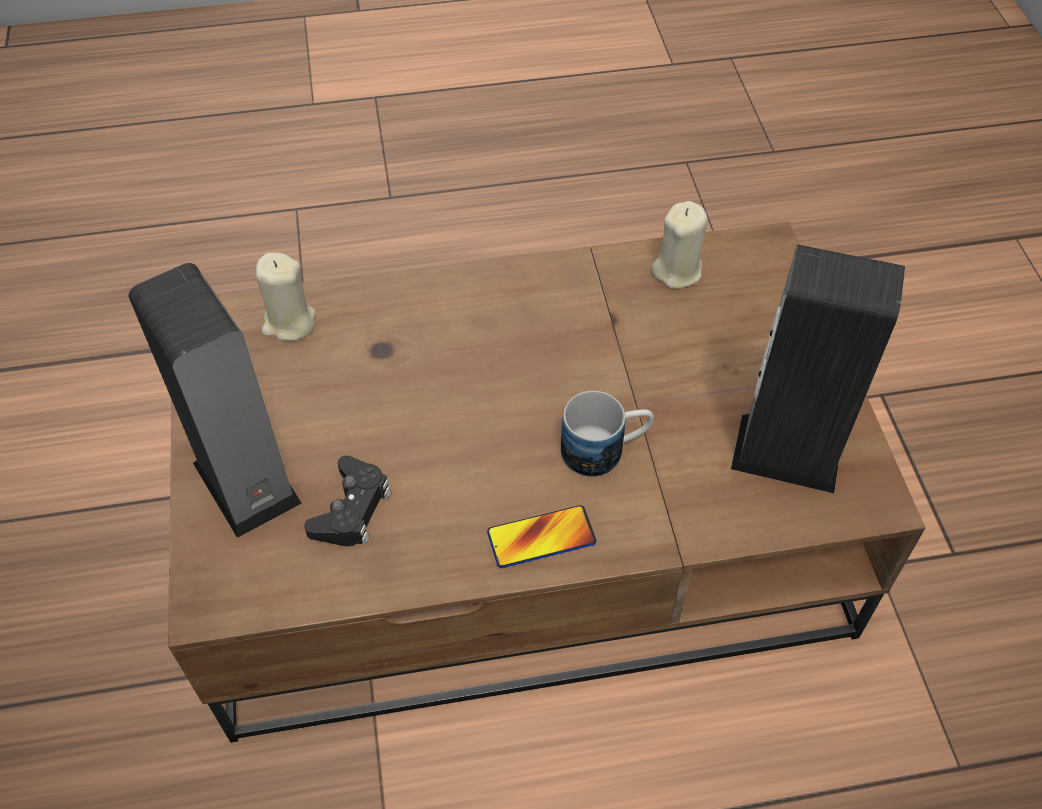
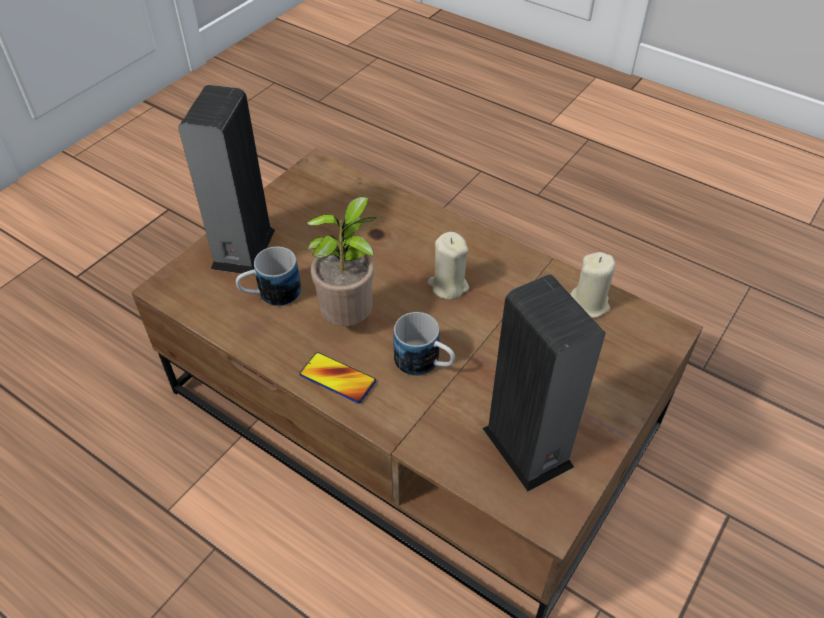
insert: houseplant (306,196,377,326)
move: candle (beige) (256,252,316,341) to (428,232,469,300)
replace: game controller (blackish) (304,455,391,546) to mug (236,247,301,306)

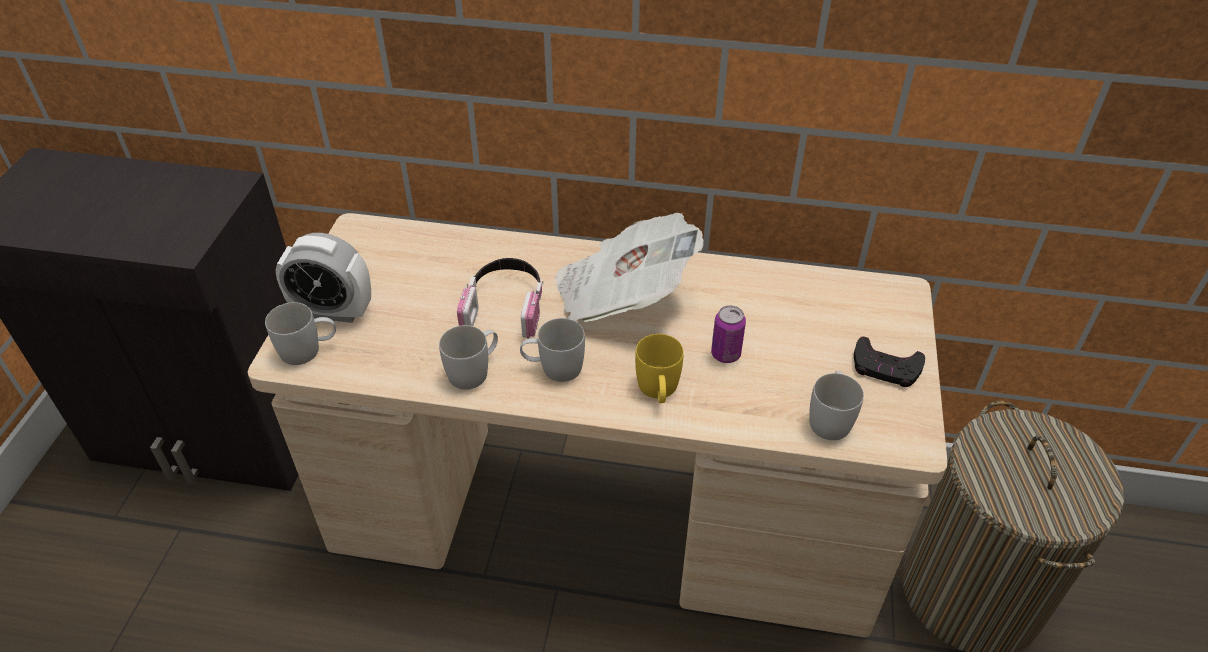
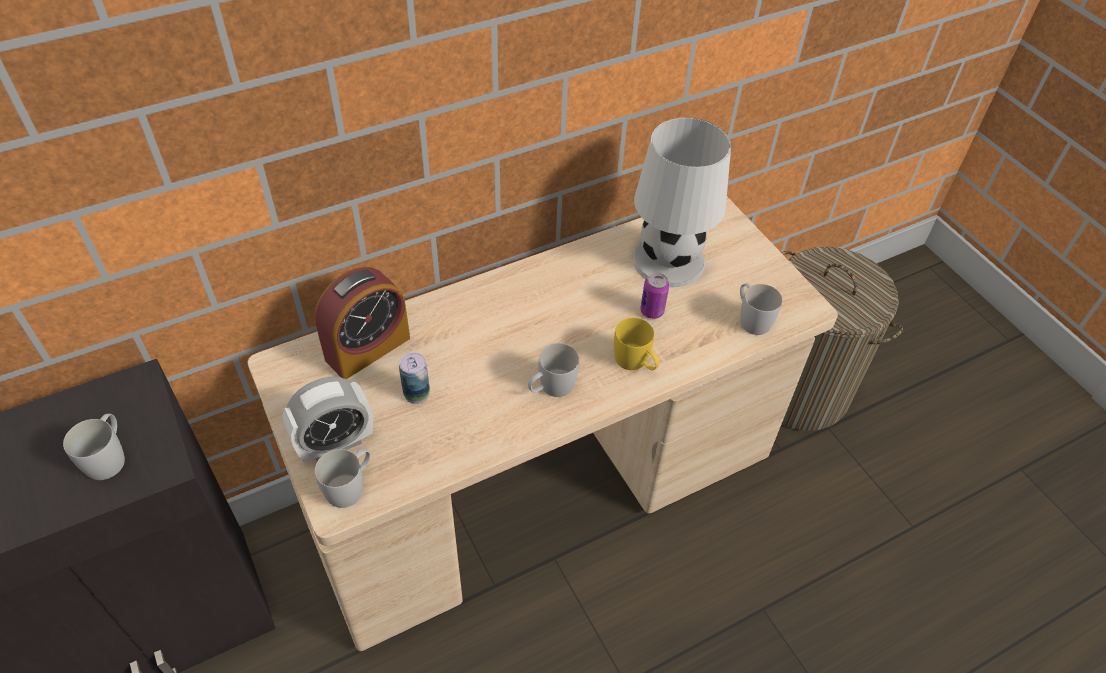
delete: pair of headphones (457,258,543,339); daily paper (555,213,704,322); game controller (blackish) (854,336,925,387)
insert: bedside clock (315,267,410,379); sealed can (399,352,430,404); table lamp (whitish) (633,117,731,287)
move: mug (whitish) (439,325,498,390) to (63,414,125,480)

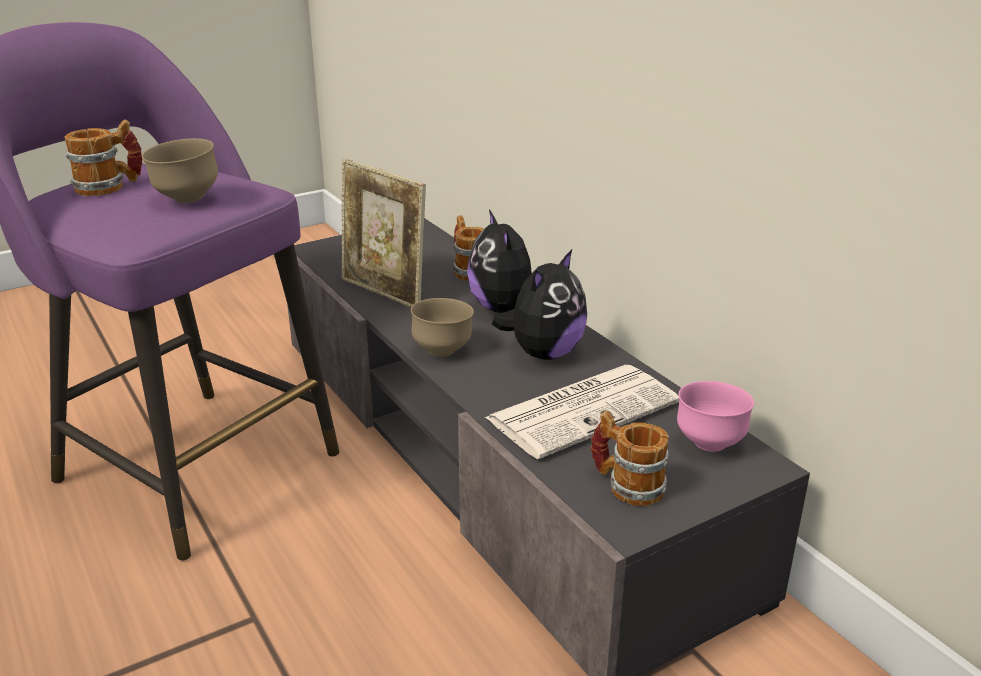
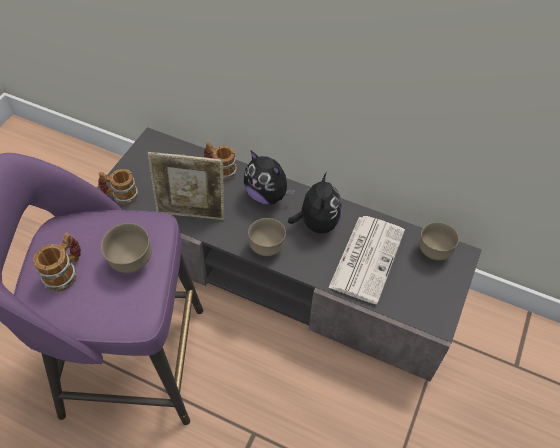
move: mug (591,411,669,506) to (98,169,139,205)
recolor: bowl (pink-coloured) (677,381,754,452) to bowl (brownish) (419,222,459,260)

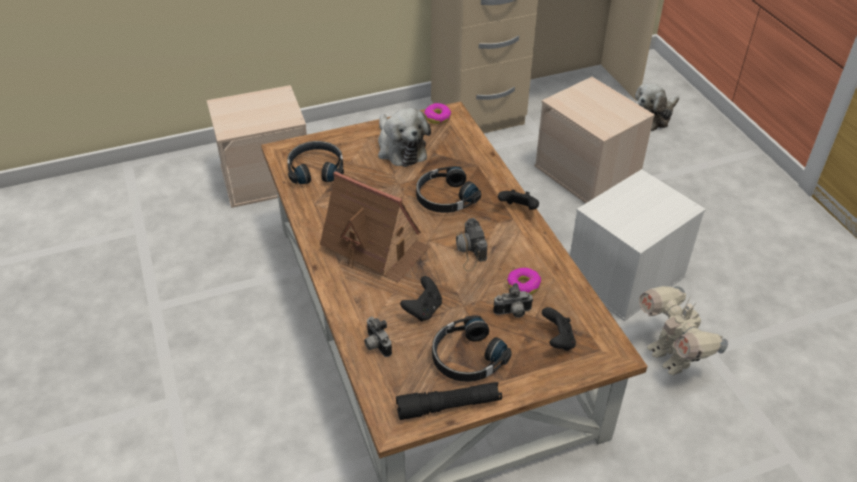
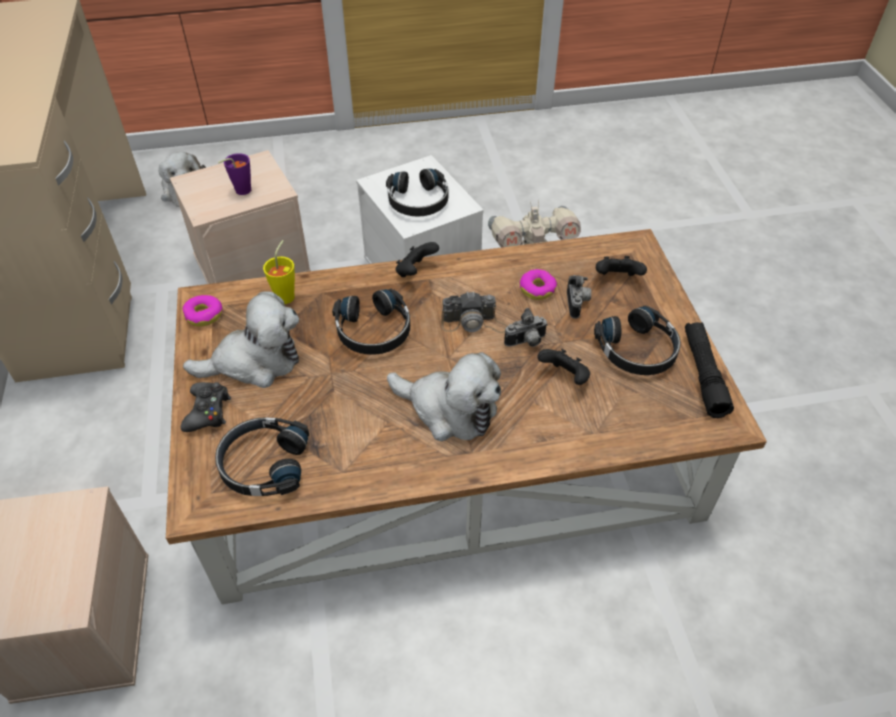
insert: game controller (blackish) (180,382,231,432); cup (purple) (218,153,251,195); cup (yellow) (263,240,295,304); pair of headphones (blackish) (386,169,448,216)
move: still camera (364,317,392,357) to (504,308,548,347)
replace: miniature house (320,171,430,282) to soft toy (387,352,501,441)

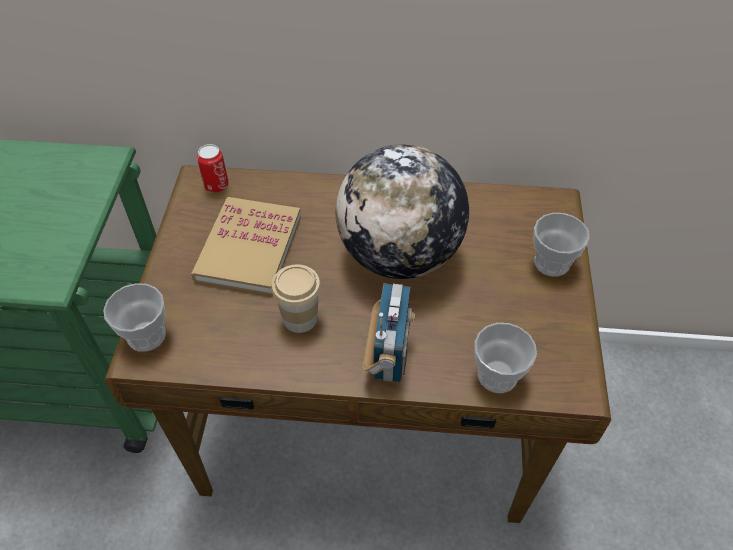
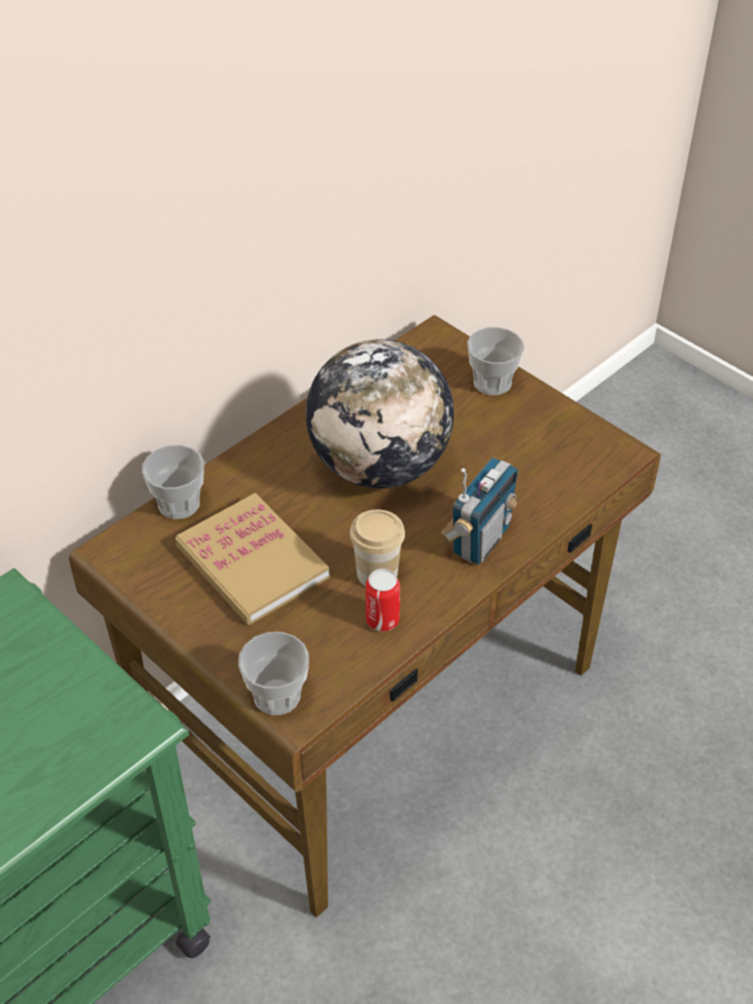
move: sealed can (197,144,229,193) to (366,569,400,632); cup (474,323,537,393) to (142,445,204,519)
rotate: radio set (363,283,415,382) = (442,457,518,565) 75 degrees clockwise

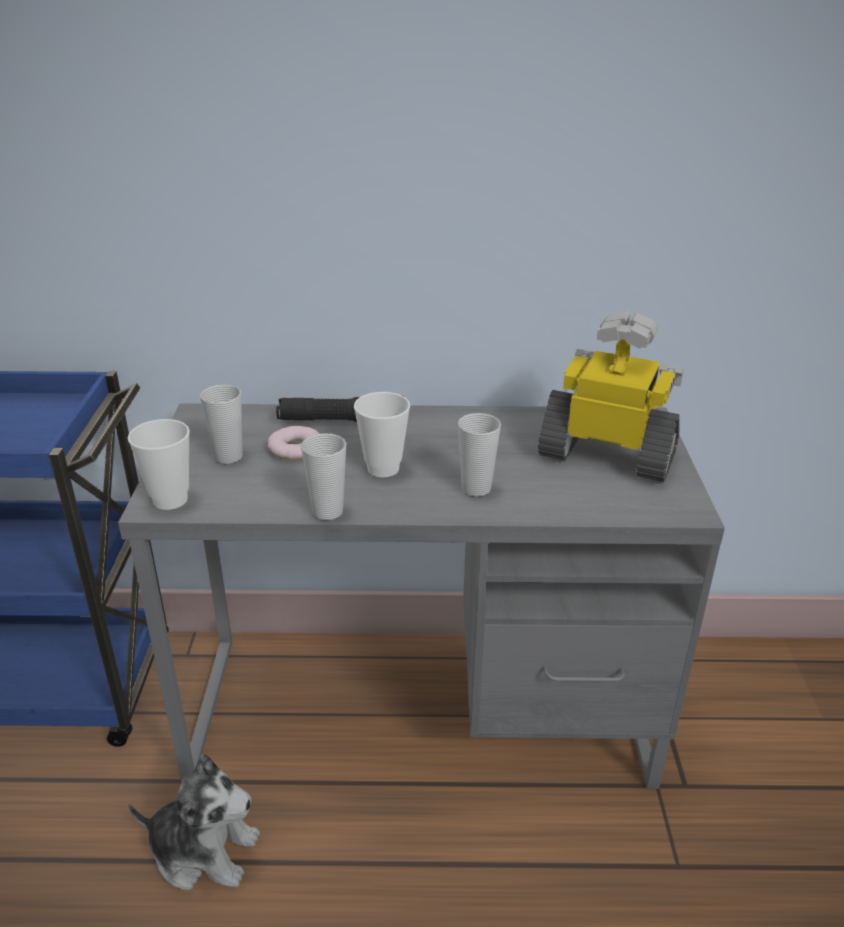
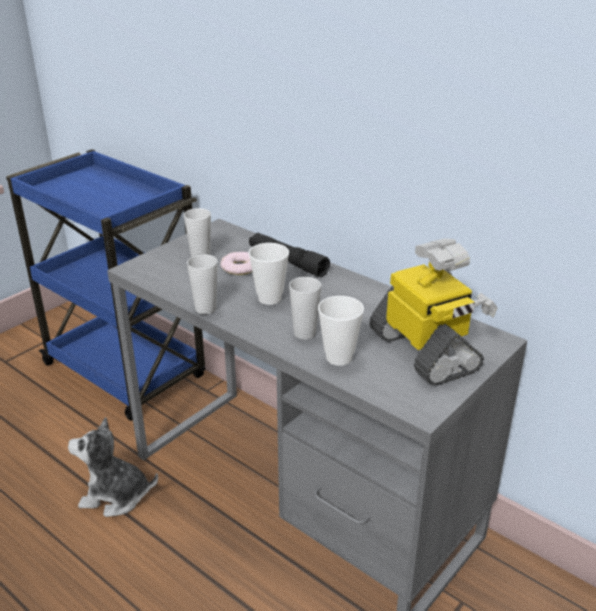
move: cup (128,419,190,510) to (318,296,364,366)
rotate: soft toy (128,754,260,891) = (68,417,158,517) 135 degrees clockwise

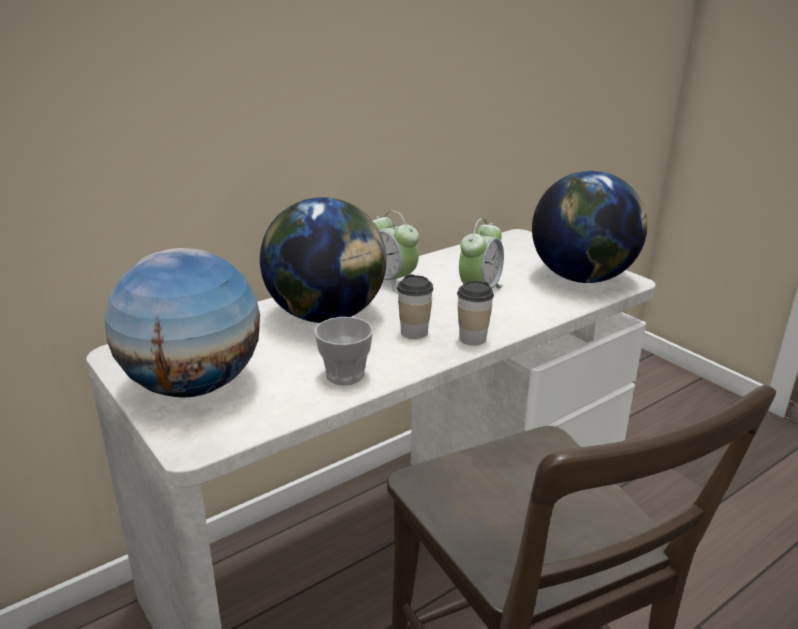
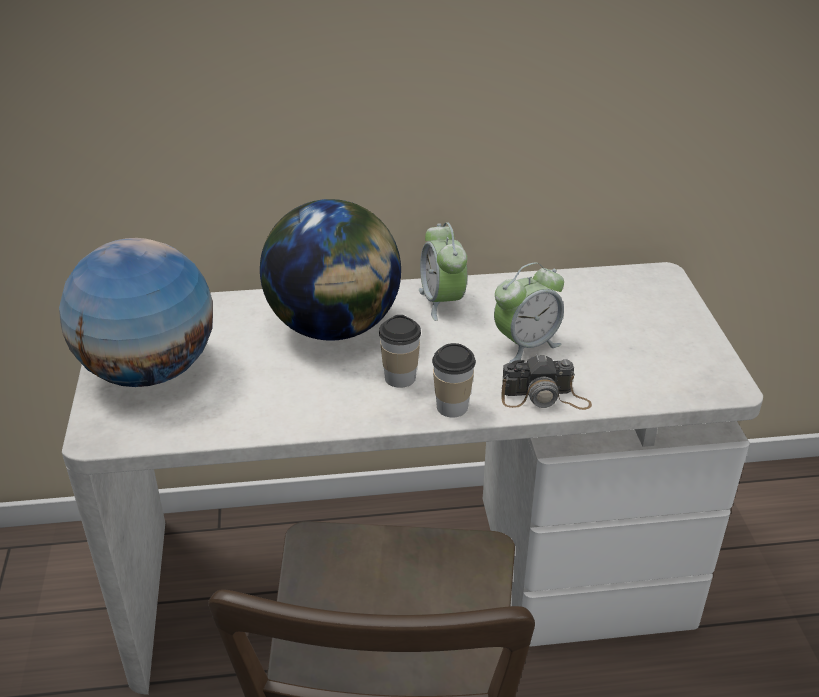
delete: cup (314,317,373,385); world globe (532,171,647,283)
insert: still camera (501,354,592,410)

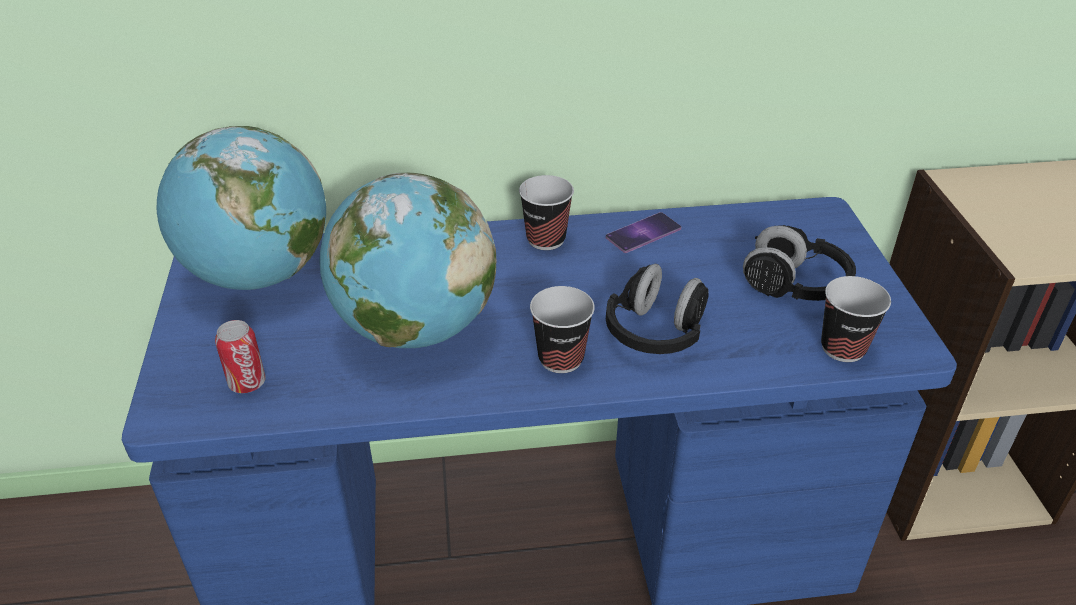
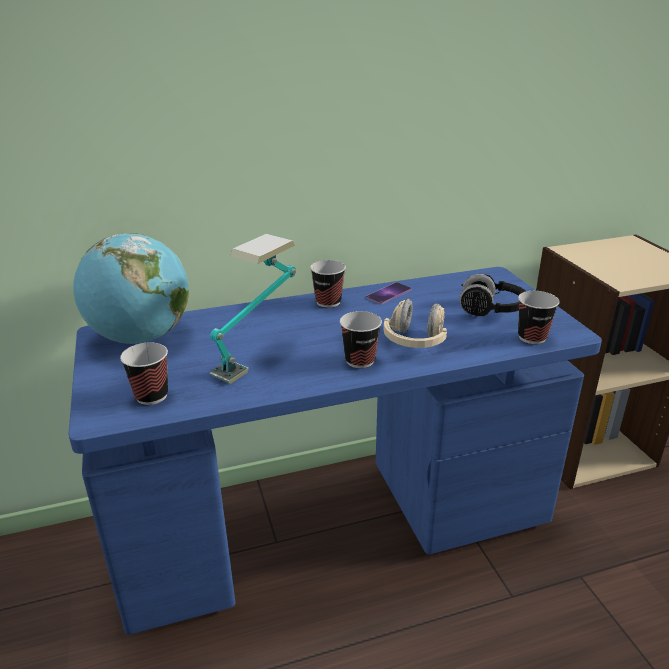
replace: sealed can (215,320,266,393) to cup (120,342,168,405); world globe (320,173,496,348) to table lamp (210,234,296,384)
recolor: pair of headphones (blackish) (606,264,709,354) to pair of headphones (beige) (383,299,447,348)

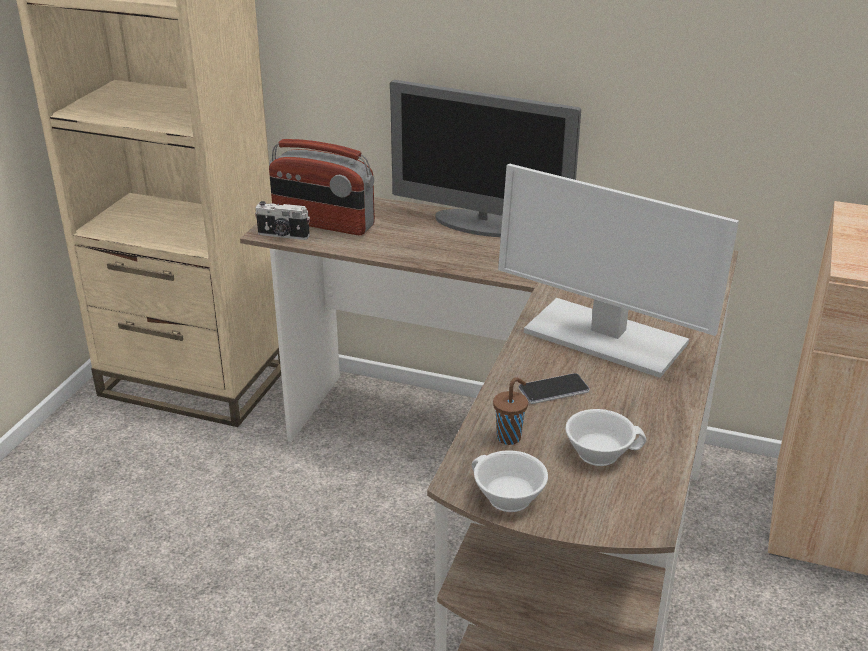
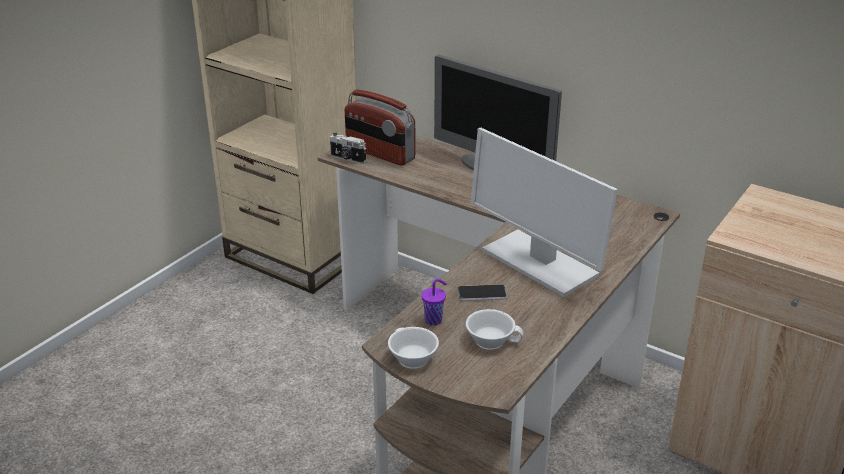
recolor: cup (brownish) (493,377,528,445) to cup (purple) (421,279,447,326)

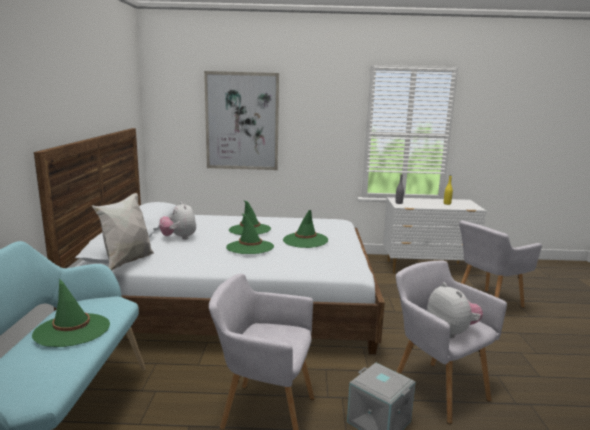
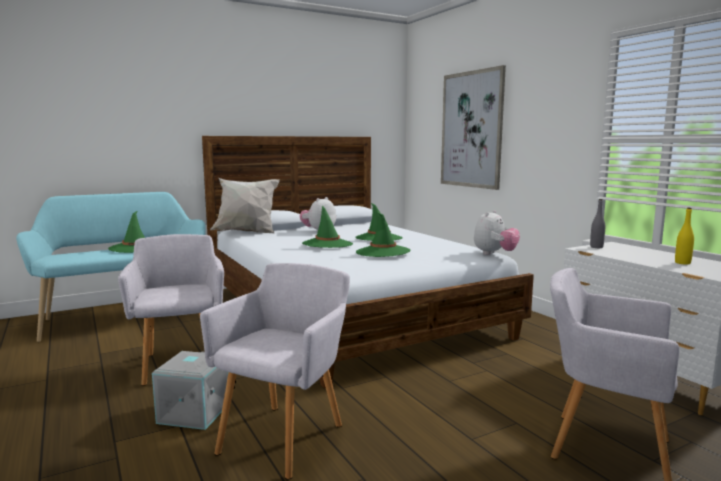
move: soft toy (427,282,483,338) to (474,210,520,255)

